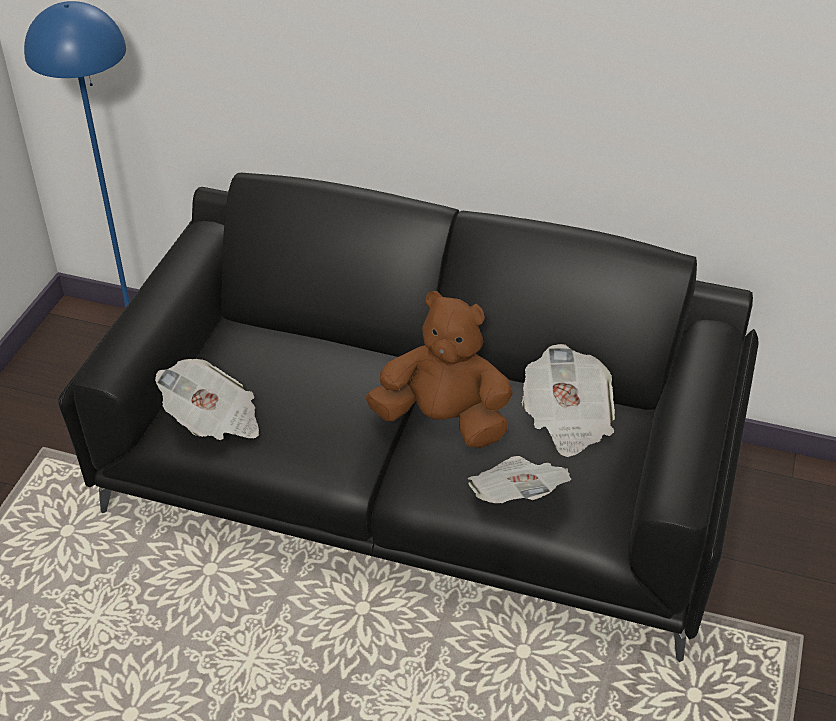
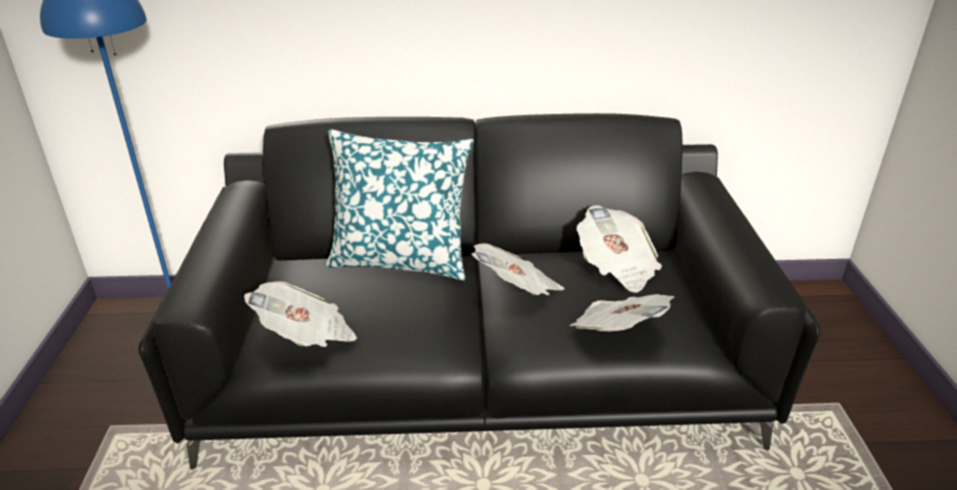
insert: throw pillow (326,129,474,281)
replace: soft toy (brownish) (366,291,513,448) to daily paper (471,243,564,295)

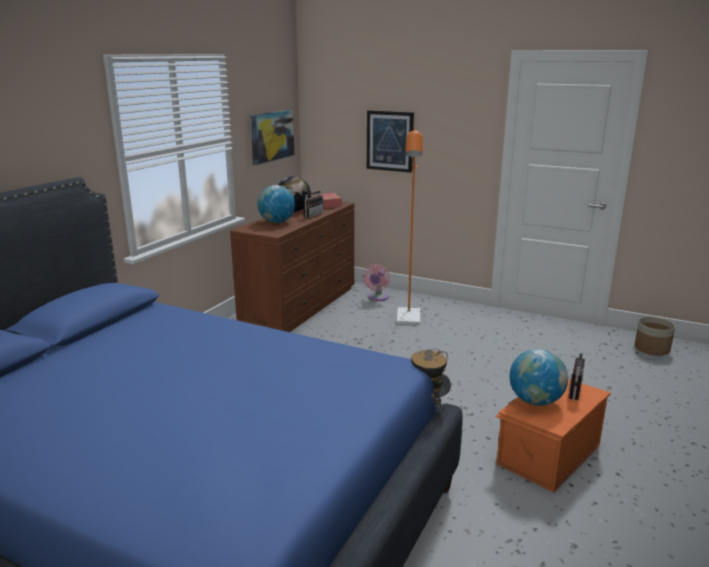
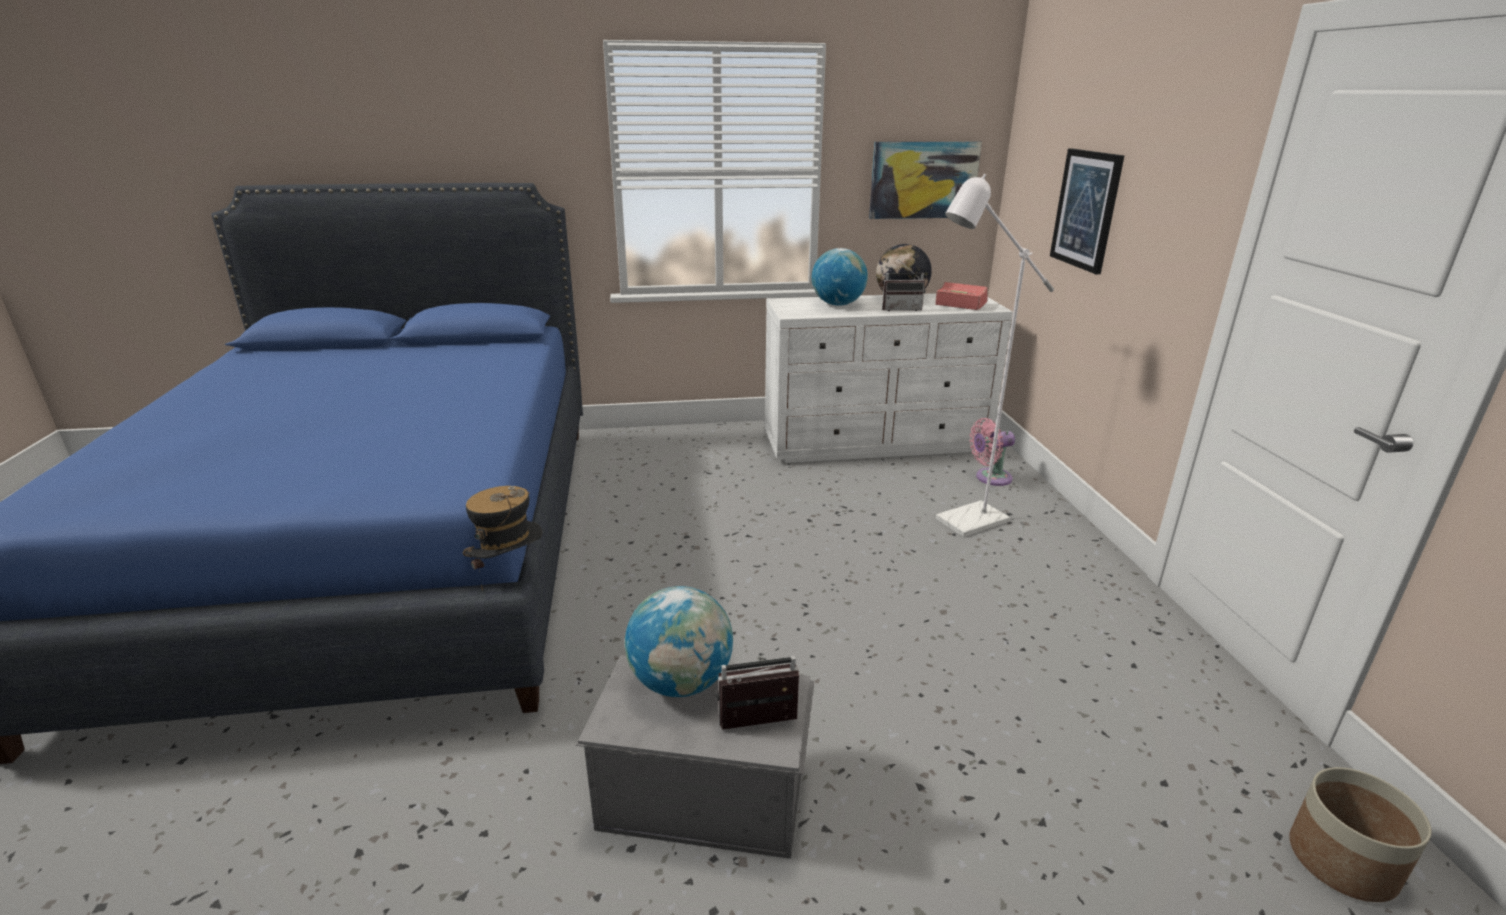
recolor: drawer chest (brownish) (230,202,354,332) to drawer chest (whitish) (764,293,1013,463); standing lamp (orangey) (397,128,423,325) to standing lamp (whitish) (936,174,1054,537); storage bin (orangey) (495,379,611,493) to storage bin (greyish) (576,655,815,859)

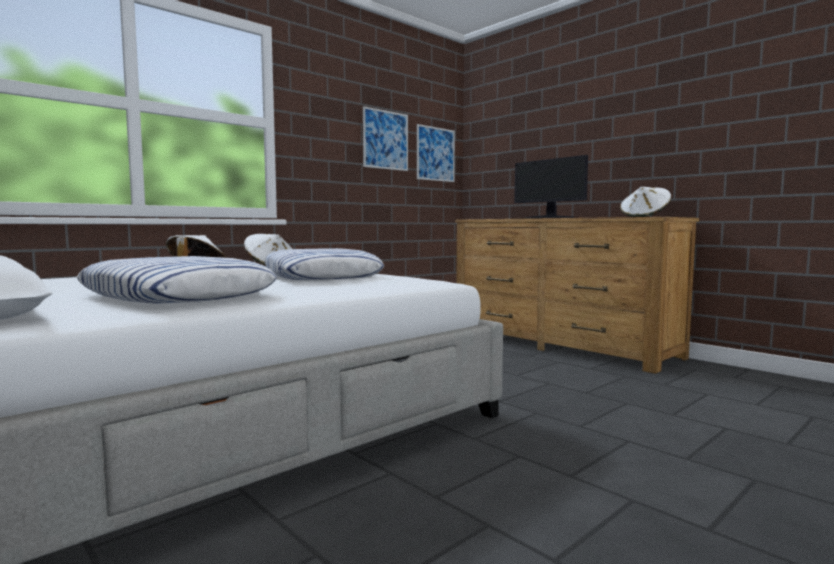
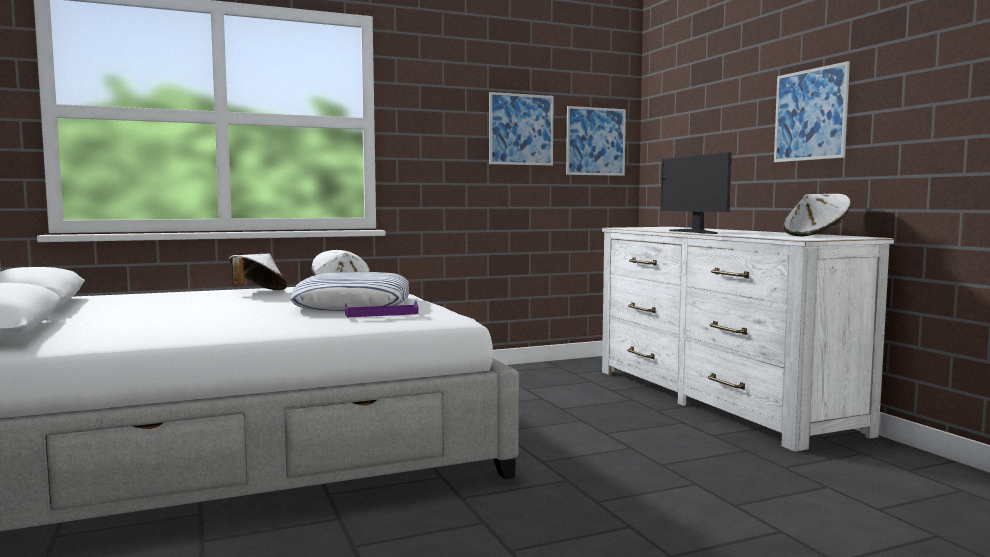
delete: throw pillow (77,256,277,304)
insert: tray (purple) (345,301,419,317); picture (774,61,850,162)
recolor: drawer chest (brownish) (455,217,699,374) to drawer chest (whitish) (602,227,894,452)

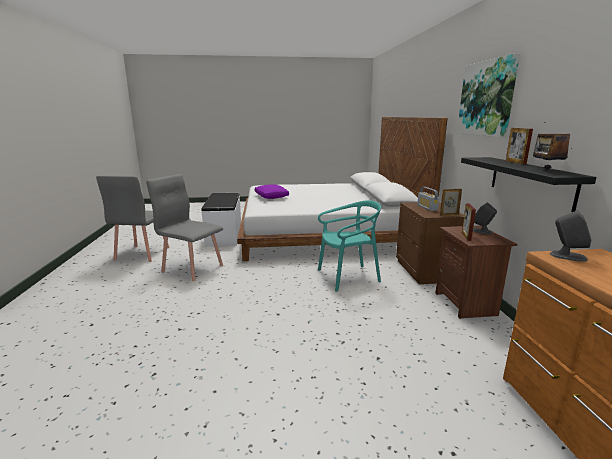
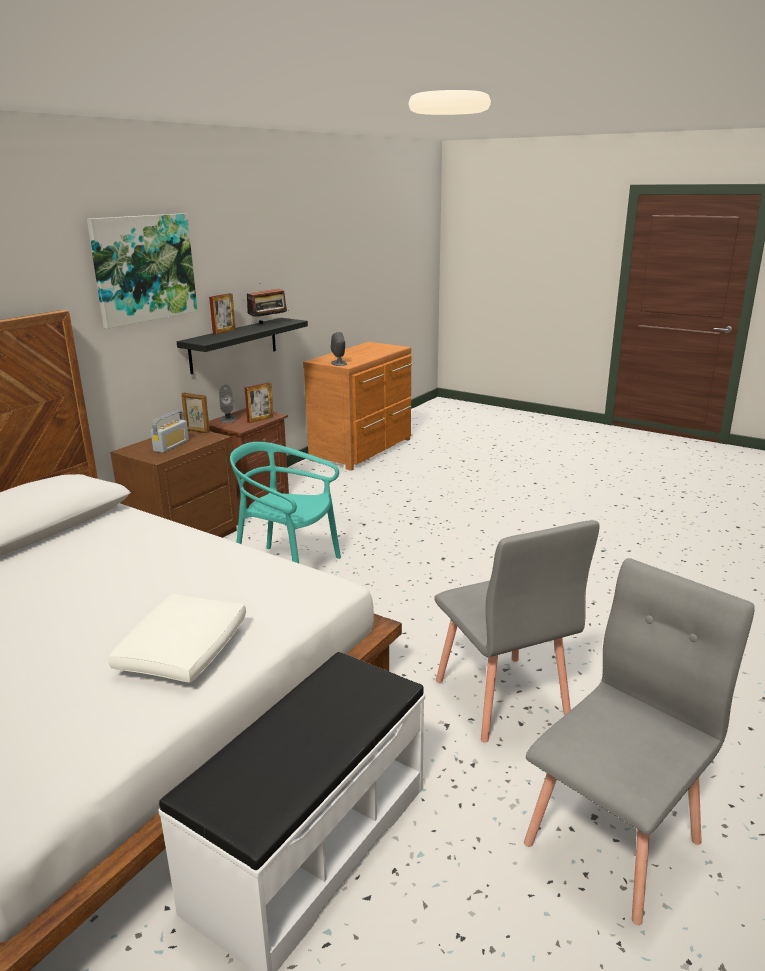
recolor: throw pillow (purple) (255,184,289,199) to throw pillow (whitish) (108,594,246,683)

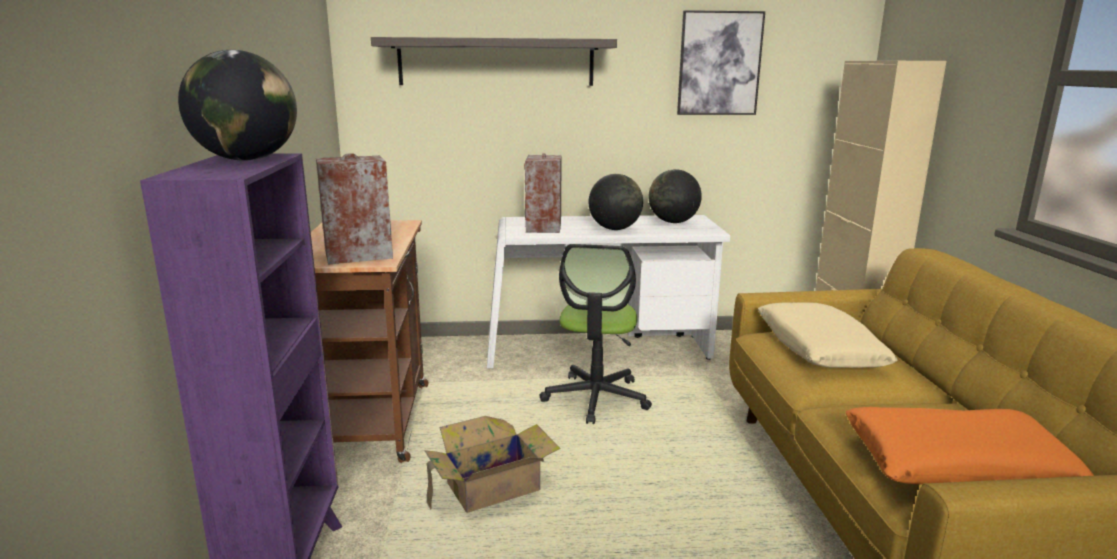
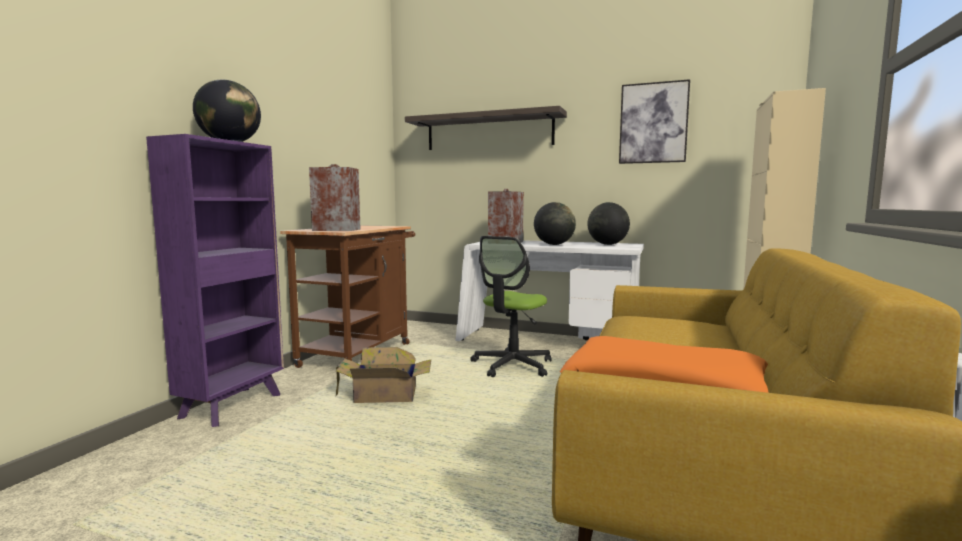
delete: throw pillow (beige) (758,302,898,368)

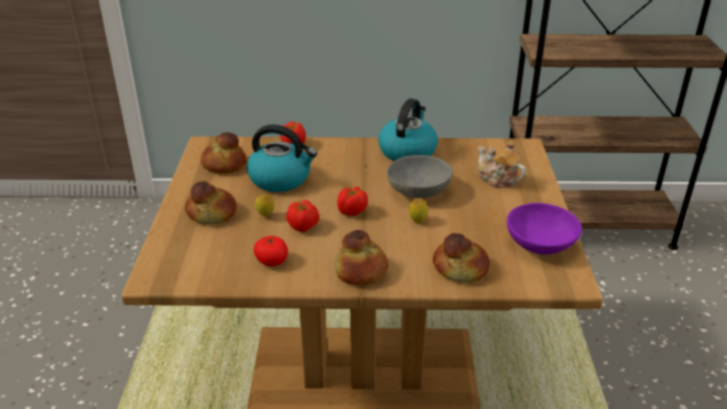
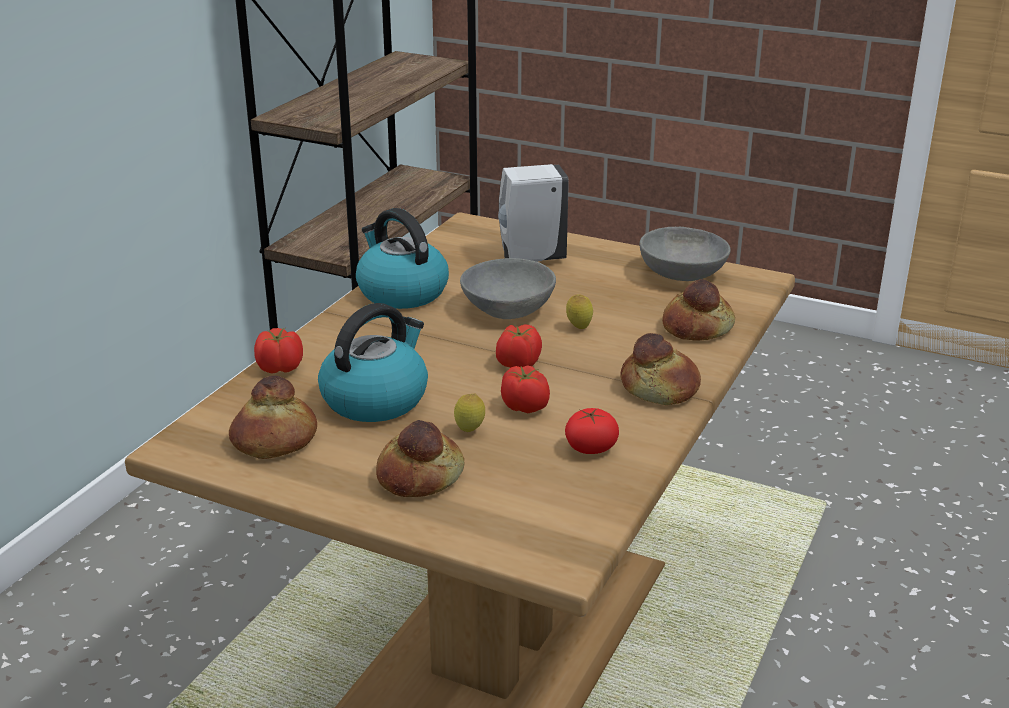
replace: tea pot (478,141,526,188) to soap bottle (whitish) (498,164,569,262)
recolor: bowl (purple) (507,203,582,255) to bowl (greyish) (640,227,731,281)

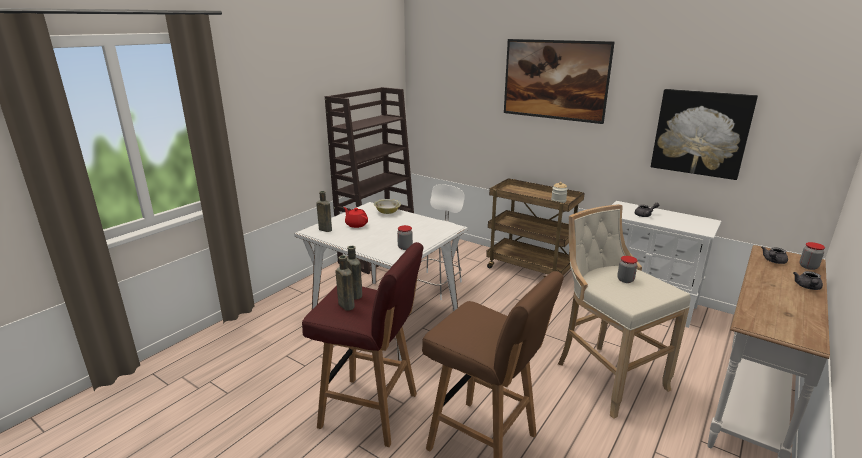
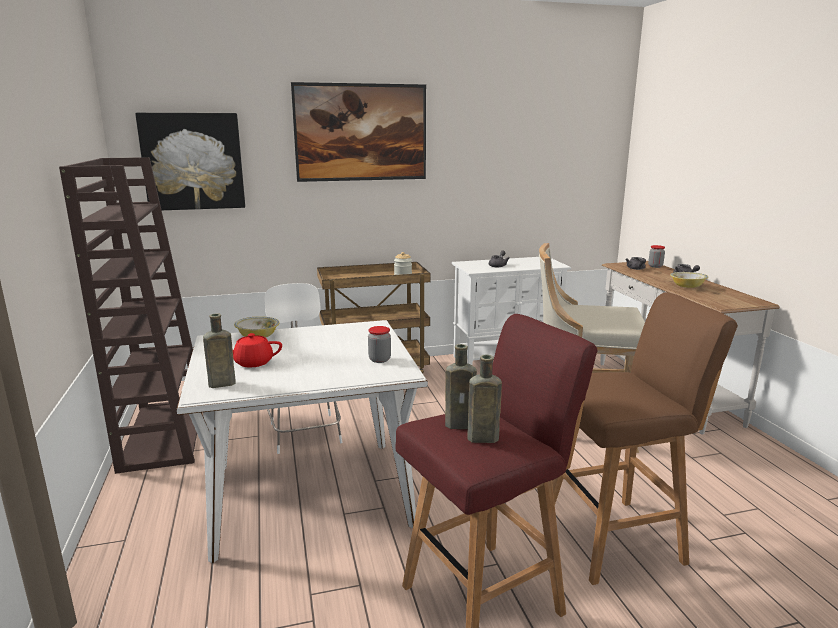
delete: jar (617,256,638,283)
insert: bowl (670,272,708,288)
move: picture (651,89,758,180) to (135,113,245,210)

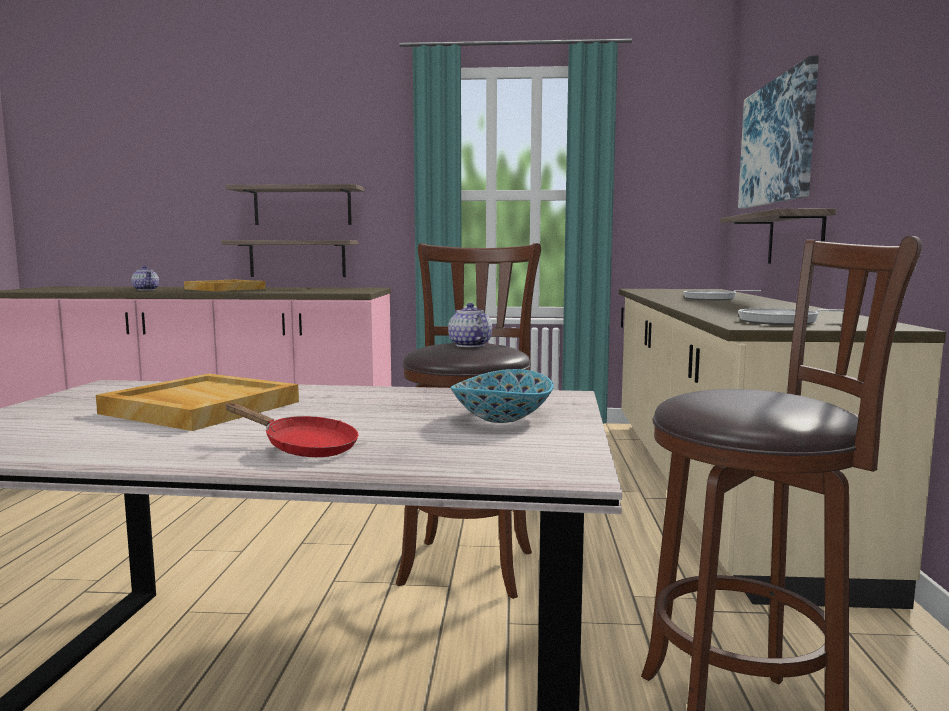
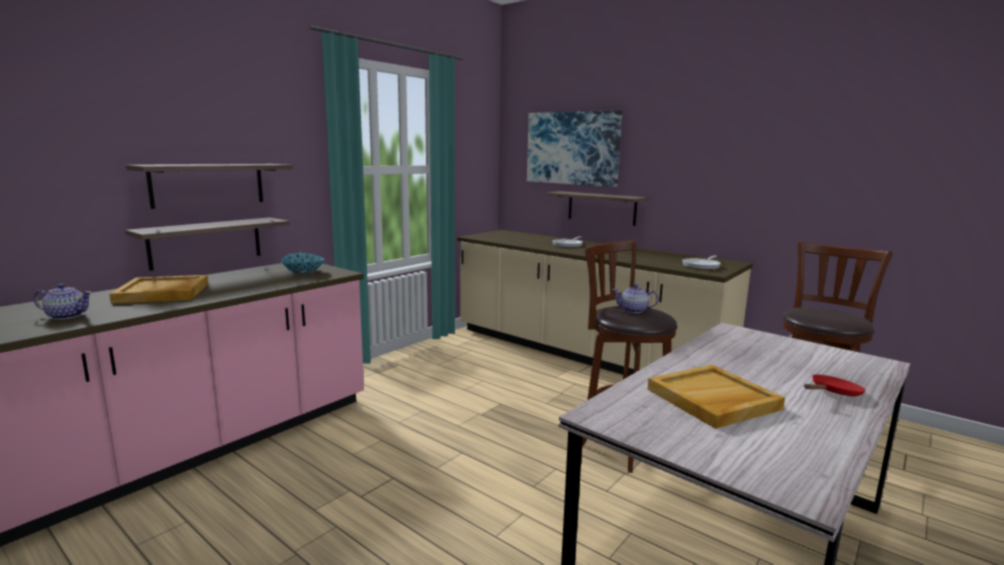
move: bowl (451,369,554,423) to (281,253,324,274)

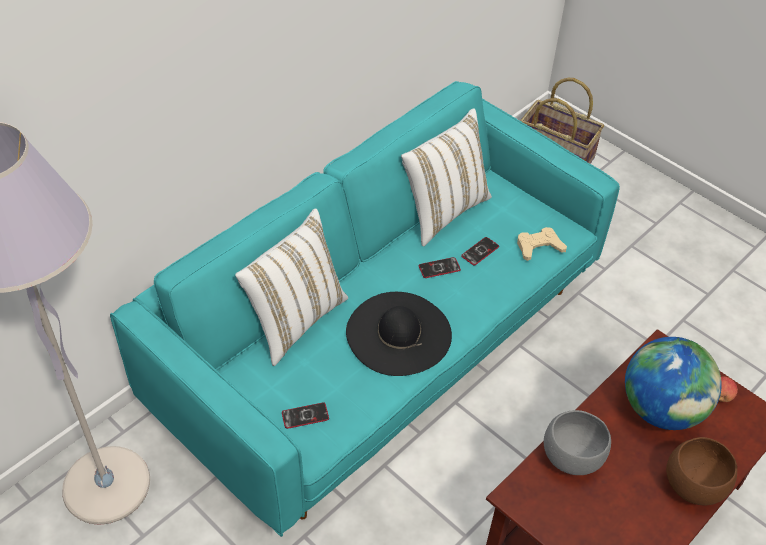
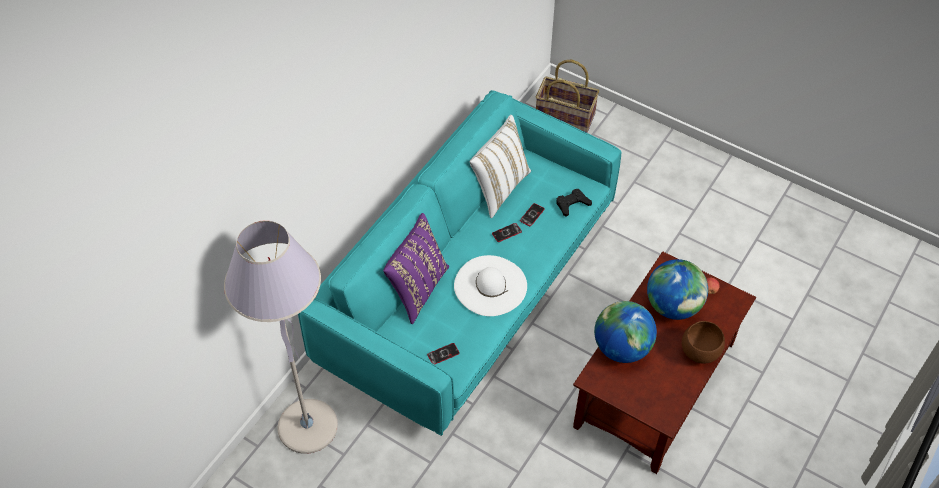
replace: bowl (greyish) (543,410,611,475) to world globe (594,301,657,363)
recolor: throw pillow (whitish) (235,208,348,366) to throw pillow (purple) (383,213,449,324); clothing hat (blackish) (346,292,452,376) to clothing hat (whitish) (454,255,527,316); game controller (beige) (517,227,567,261) to game controller (blackish) (557,189,592,217)

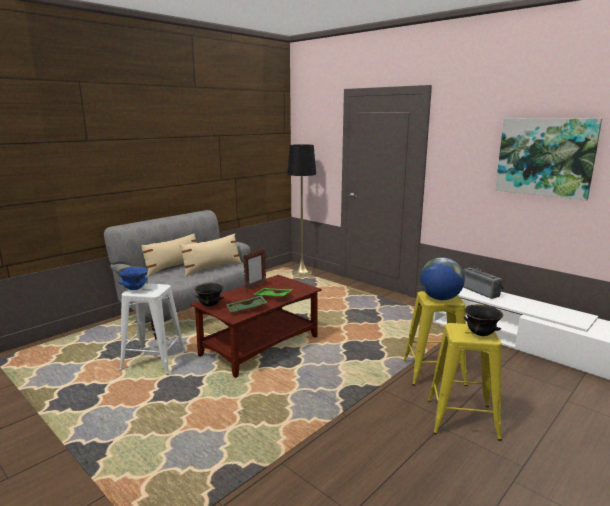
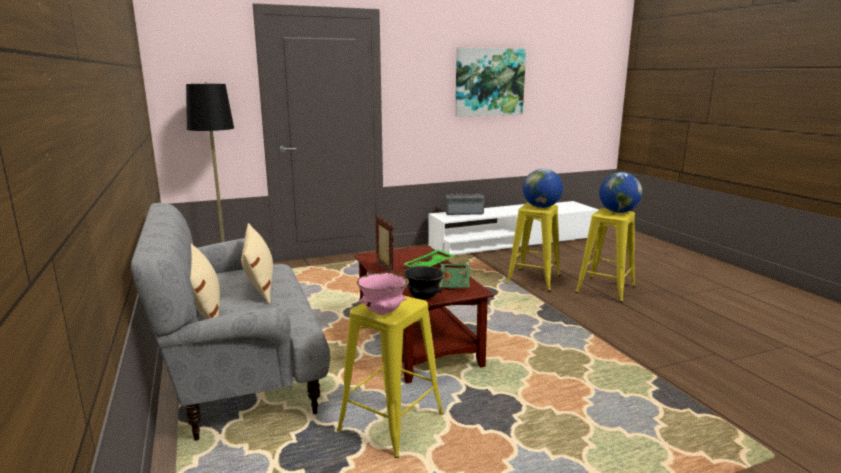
replace: bowl (blackish) (464,304,503,336) to world globe (599,172,642,213)
recolor: bowl (blue-coloured) (117,266,148,290) to bowl (pink-coloured) (357,272,409,315); stool seat (whitish) (119,283,186,375) to stool seat (yellow) (337,295,444,458)

